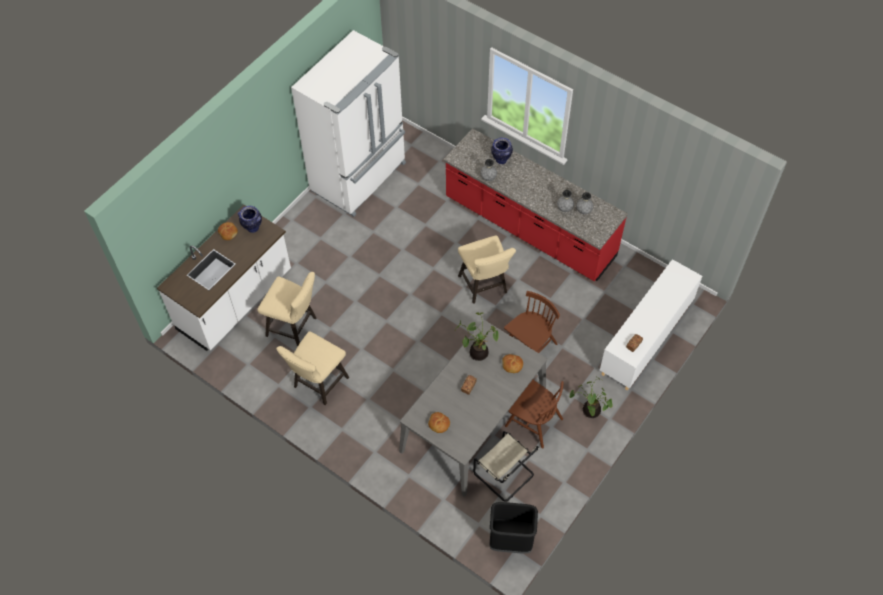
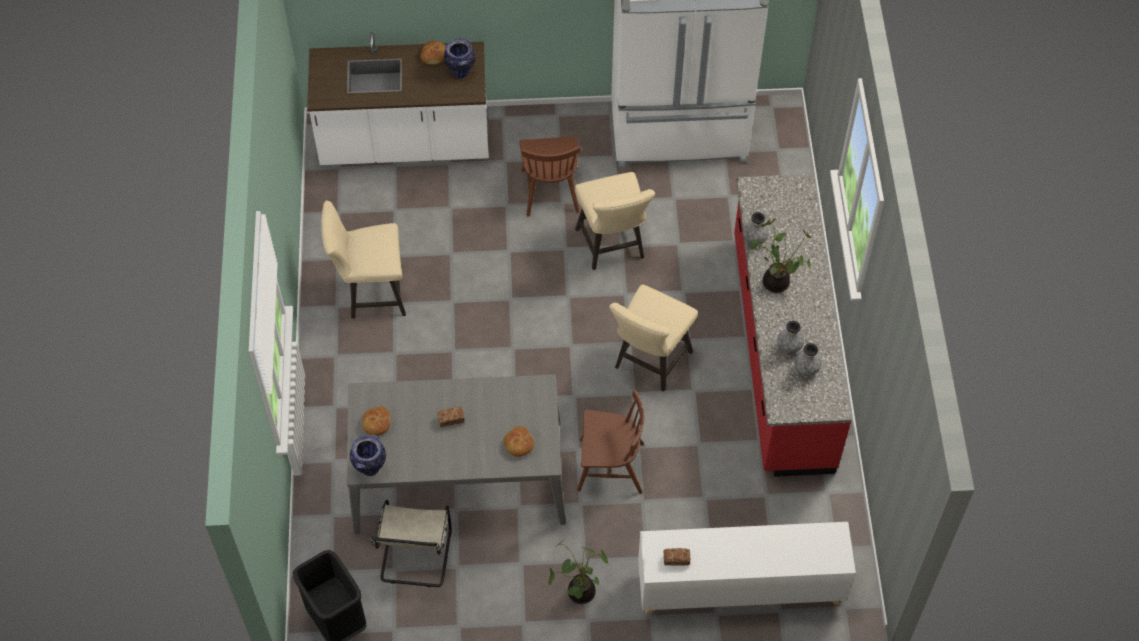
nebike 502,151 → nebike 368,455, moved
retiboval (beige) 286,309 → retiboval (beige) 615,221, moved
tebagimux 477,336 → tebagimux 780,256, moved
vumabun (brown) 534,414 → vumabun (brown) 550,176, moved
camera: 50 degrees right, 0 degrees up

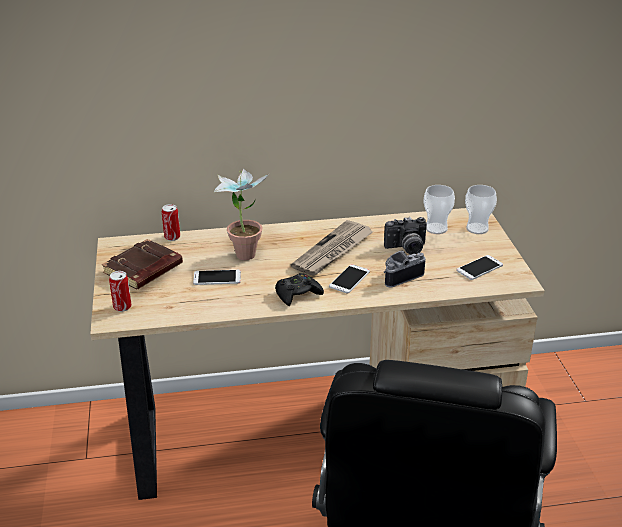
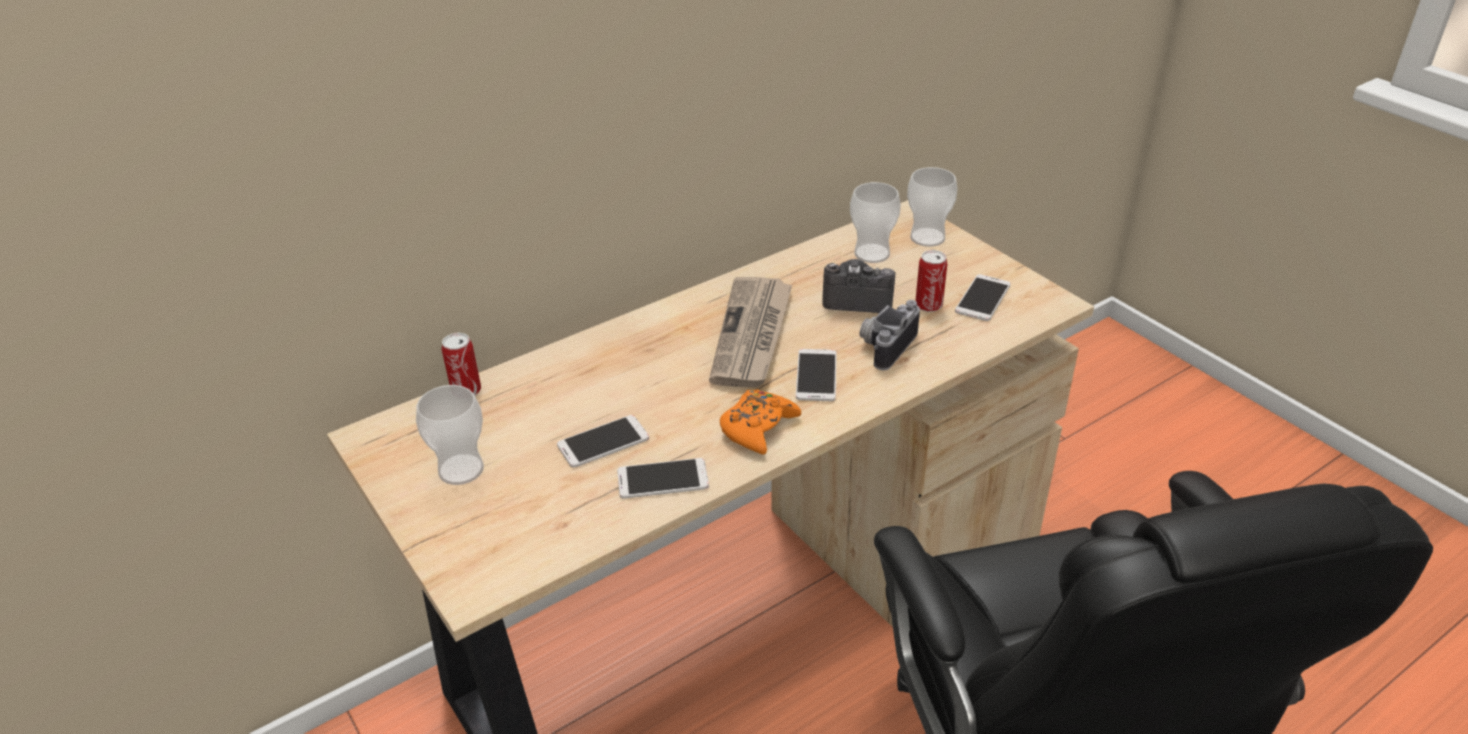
tebagimux 241,214 → -
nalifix 405,235 → nalifix 858,286, 135 degrees counterclockwise
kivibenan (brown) 142,264 → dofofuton 450,435
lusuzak 120,291 → lusuzak 931,281, moved
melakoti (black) 299,289 → melakoti (orange) 760,422
- → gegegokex 663,478
camera: 25 degrees left, 5 degrees up

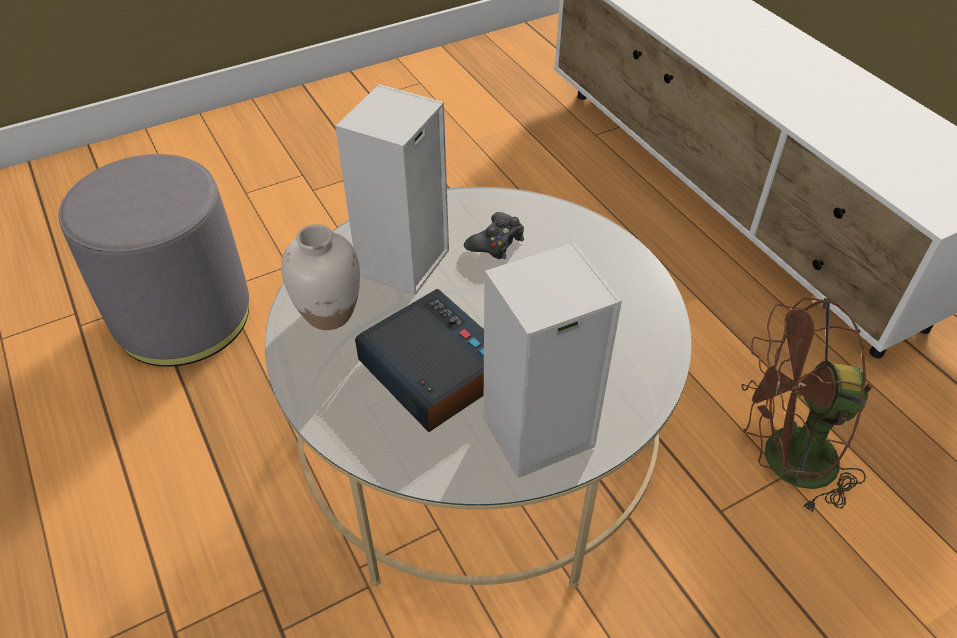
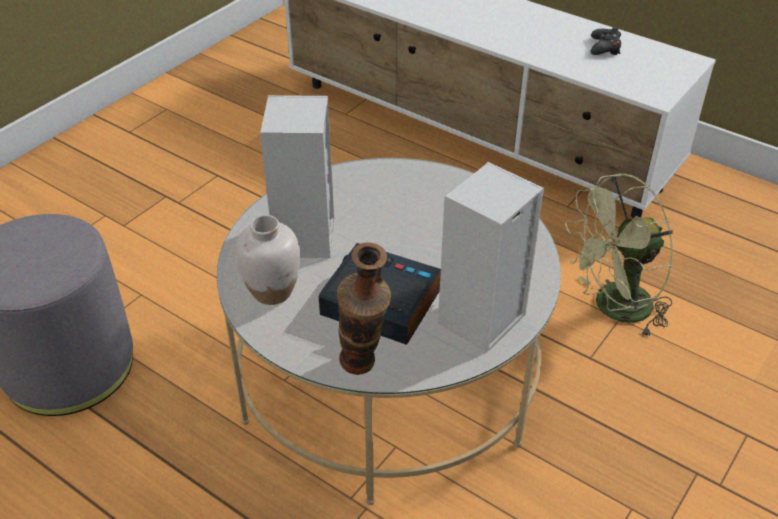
melakoti (black) 494,235 → melakoti (black) 605,41, moved
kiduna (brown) 807,406 → kiduna (green) 619,255
- → nebike 364,308
camera: 25 degrees left, 5 degrees down

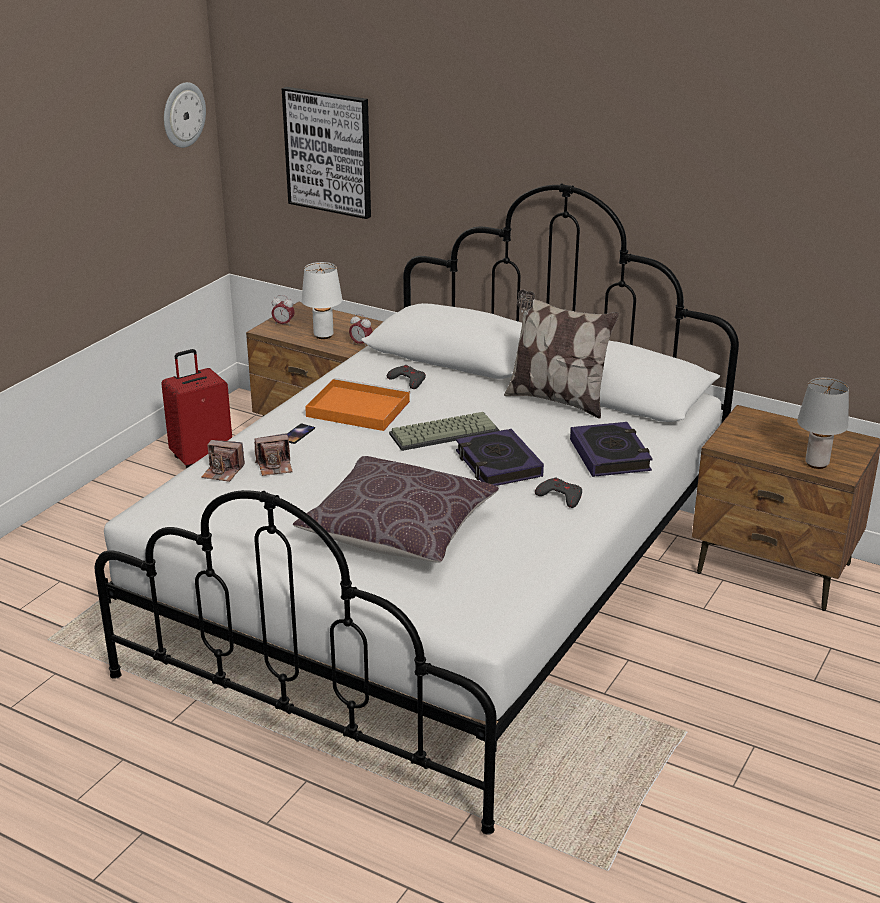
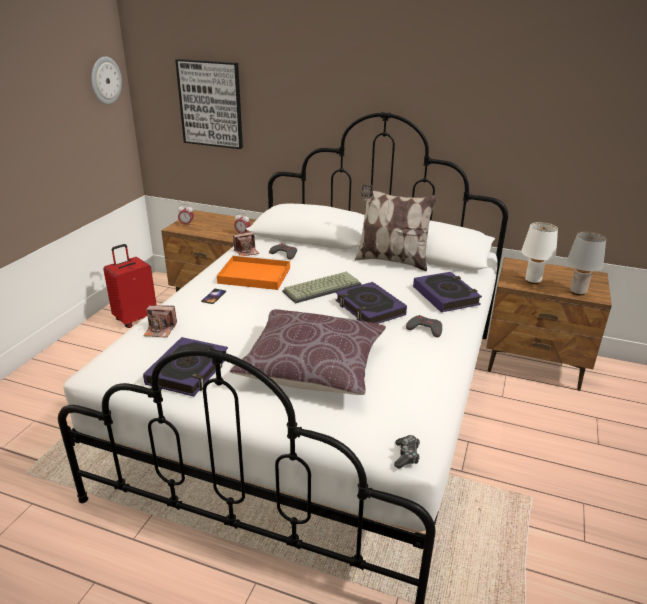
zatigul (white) 322,300 → zatigul (white) 539,253, moved
nalifix 273,454 → nalifix 246,243, moved
- → kivibenan 185,367
- → melakoti 407,452
camera: 10 degrees left, 0 degrees up

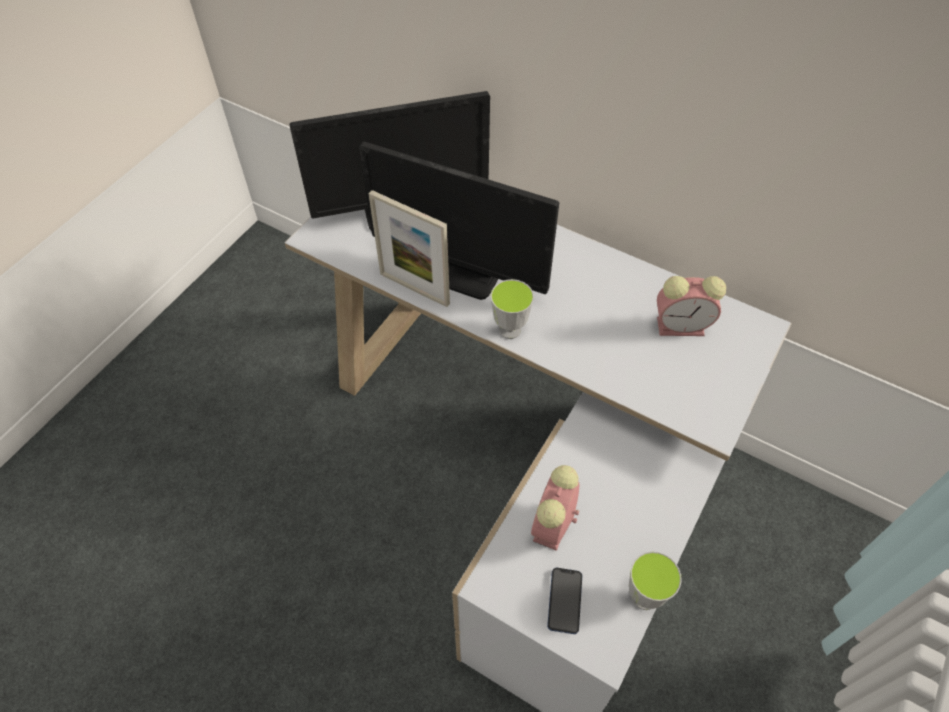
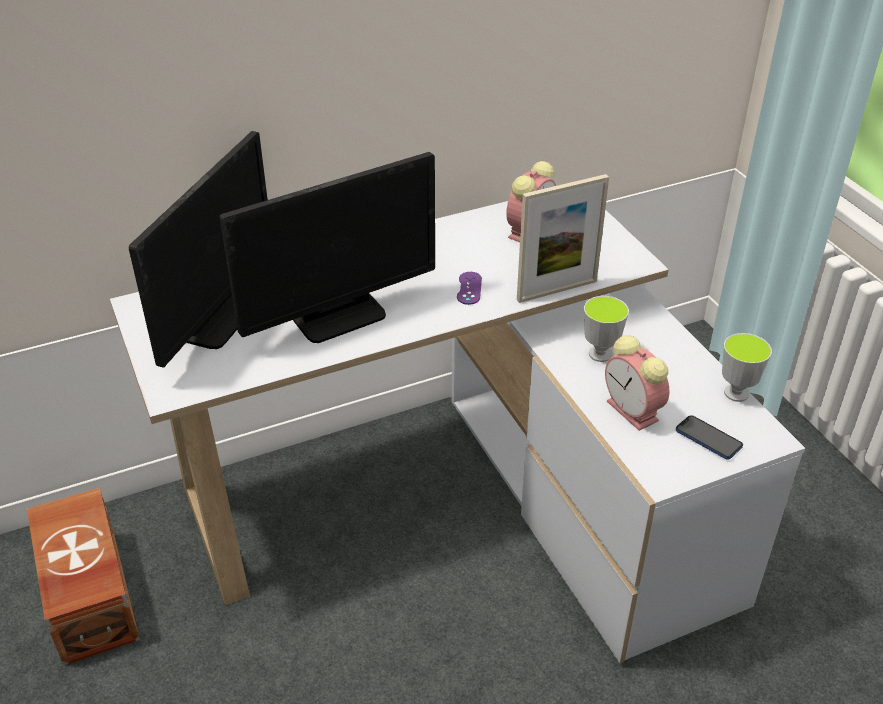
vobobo 409,248 → vobobo 563,238, moved
dofofuton 512,309 → dofofuton 606,329, moved
- → melakoti (purple) 469,288
- → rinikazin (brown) 83,576
camera: 55 degrees left, 15 degrees down

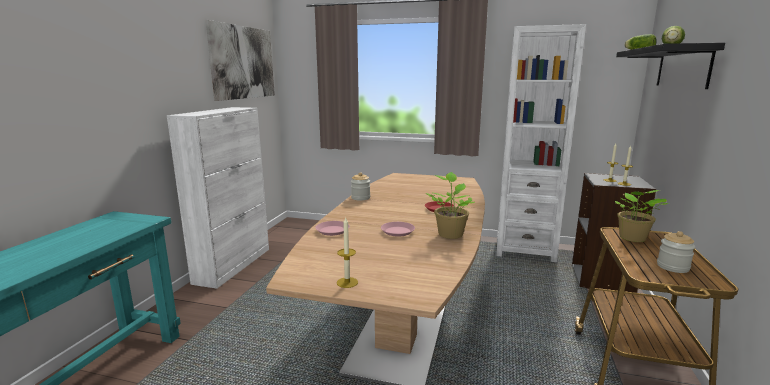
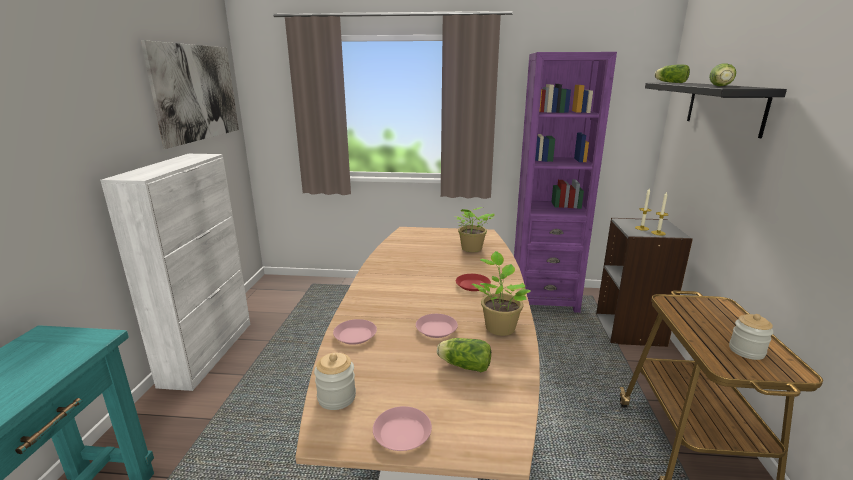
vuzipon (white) 541,143 → vuzipon (purple) 565,182
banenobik 360,186 → banenobik 335,381, moved
tebagimux 642,216 → tebagimux 475,229, moved
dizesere 347,253 → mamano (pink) 402,428
- → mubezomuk 464,355
camera: 10 degrees left, 5 degrees up

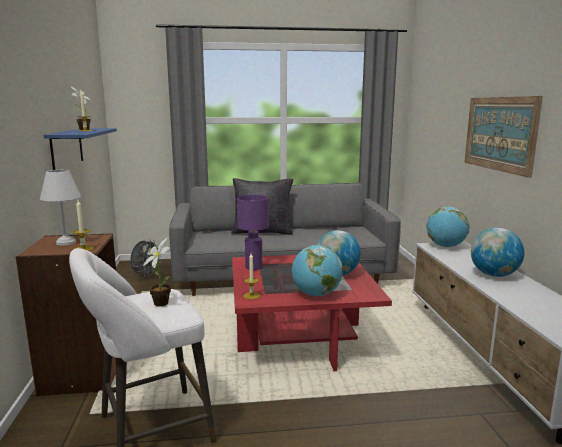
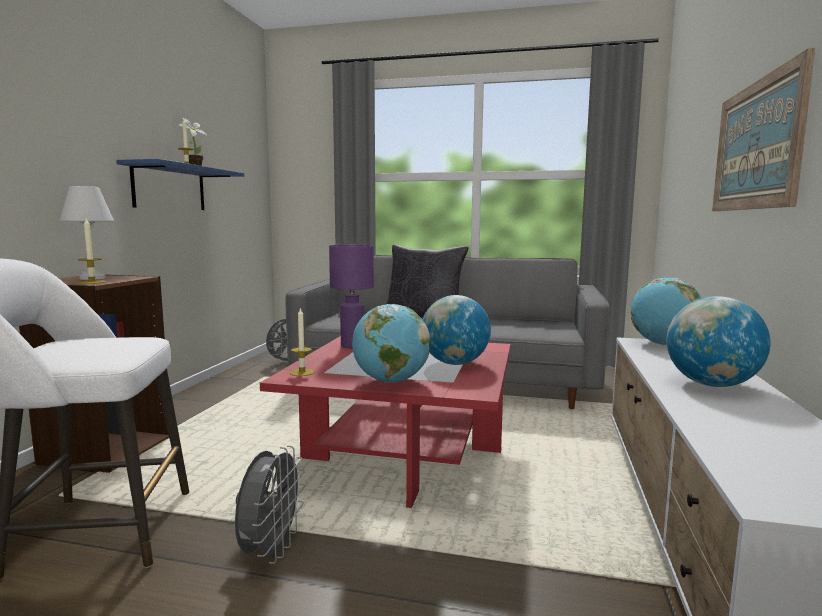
tebagimux 157,272 → -
- → kiduna (grey) 270,505
camera: 20 degrees right, 5 degrees down

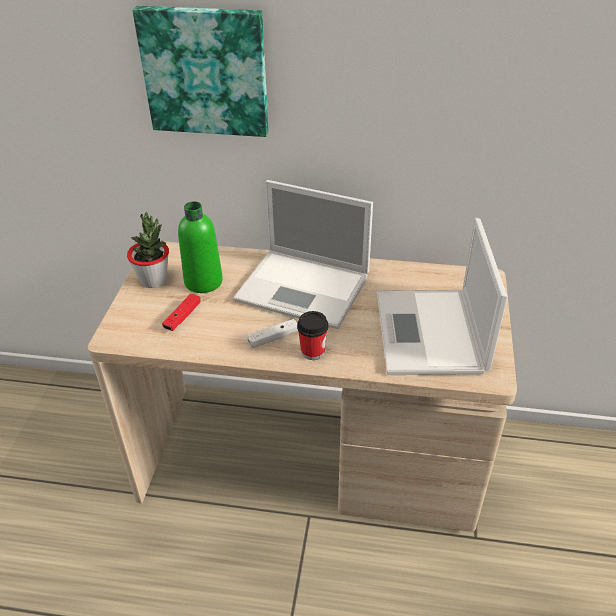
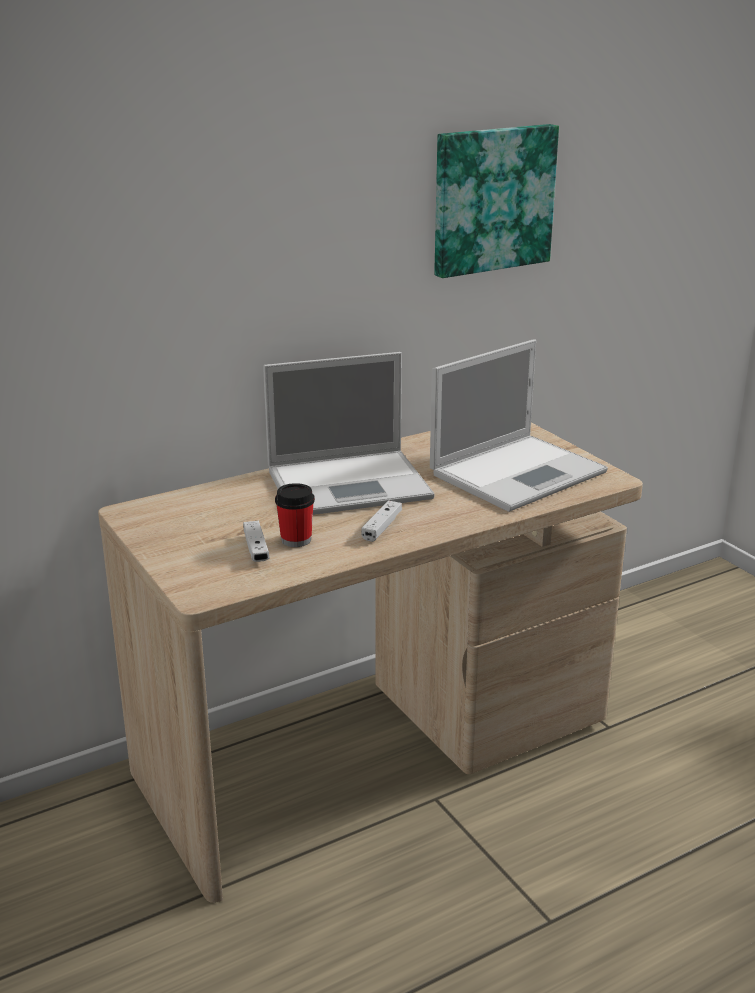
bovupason 201,71 → bovupason 496,201, moved
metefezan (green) 200,247 → -
tebagimux 148,250 → -
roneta 442,296 → roneta 519,425, 90 degrees counterclockwise
melakoti (red) 181,312 → melakoti (white) 256,541
dofofuton 312,335 → dofofuton 295,515, moved
camera: 40 degrees left, 15 degrees down

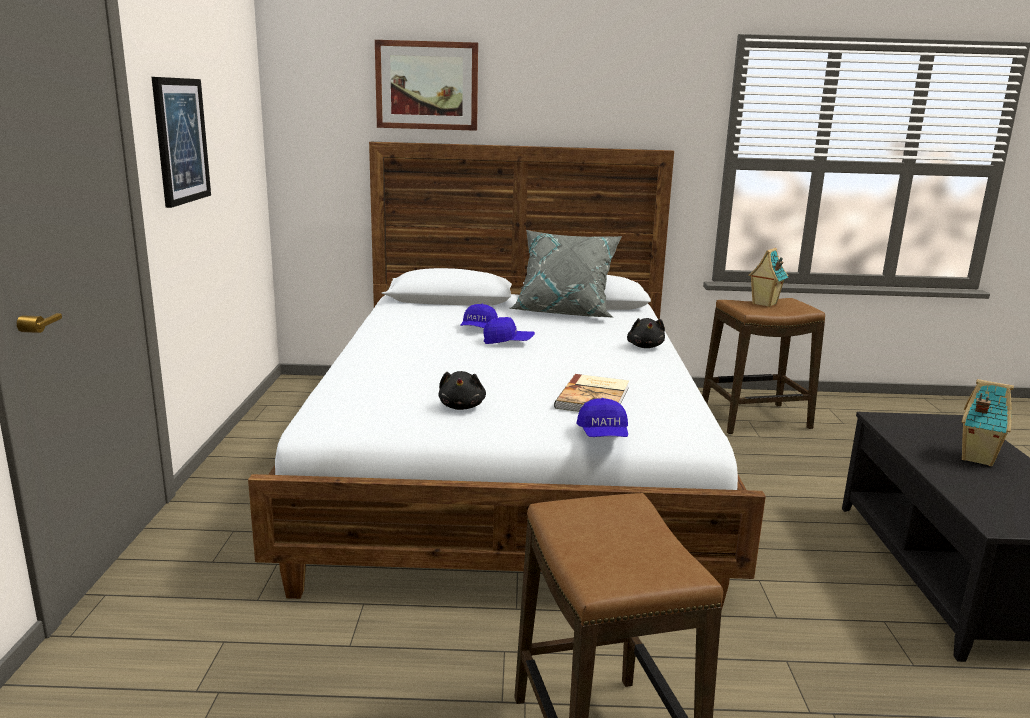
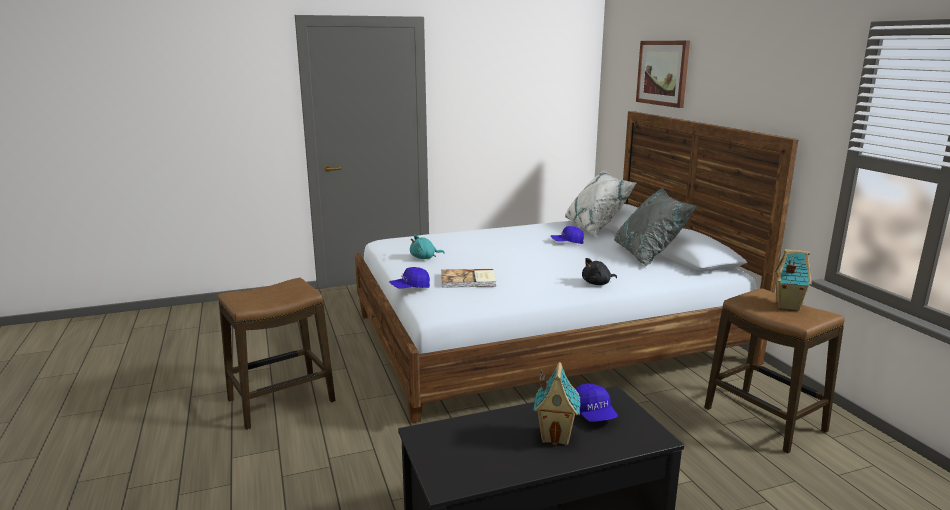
bovupason 181,142 → -
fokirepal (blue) 509,330 → fokirepal (blue) 596,403, moved
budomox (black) 462,390 → budomox (turquoise) 427,247
- → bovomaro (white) 600,202
camera: 70 degrees right, 0 degrees up

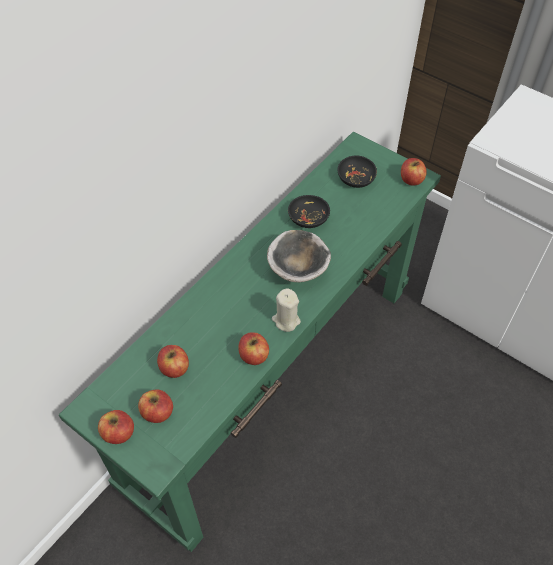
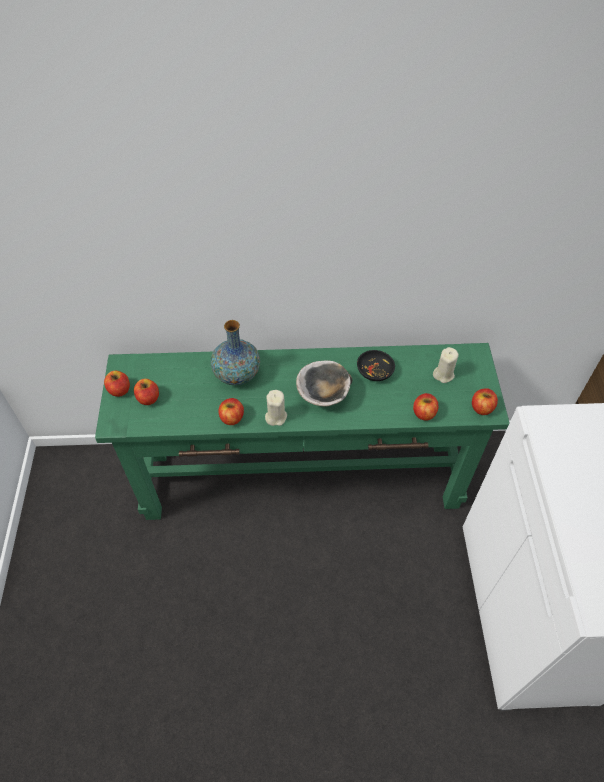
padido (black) 357,172 → dizesere (beige) 446,365
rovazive 173,361 → rovazive 426,407, moved
- → nebike 235,352
camera: 50 degrees right, 0 degrees up

